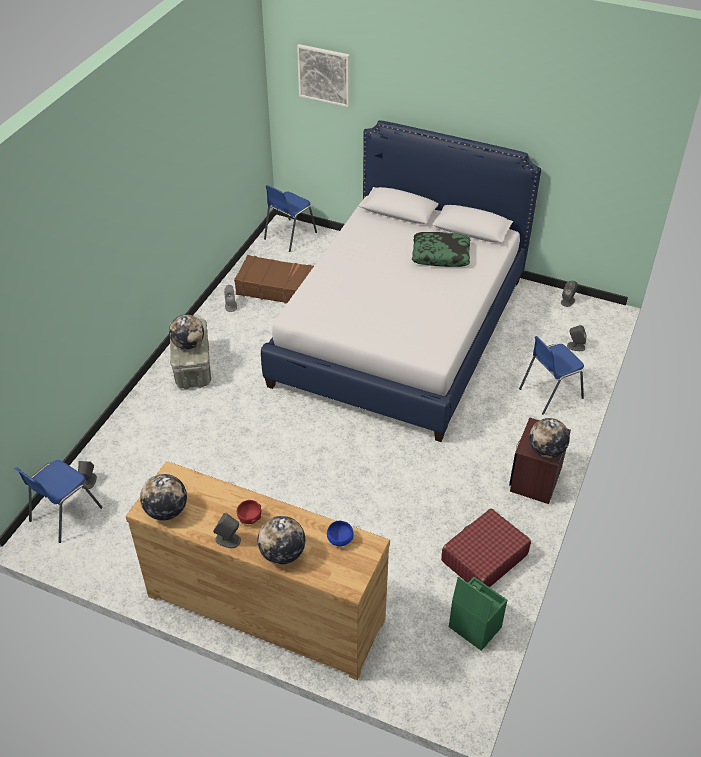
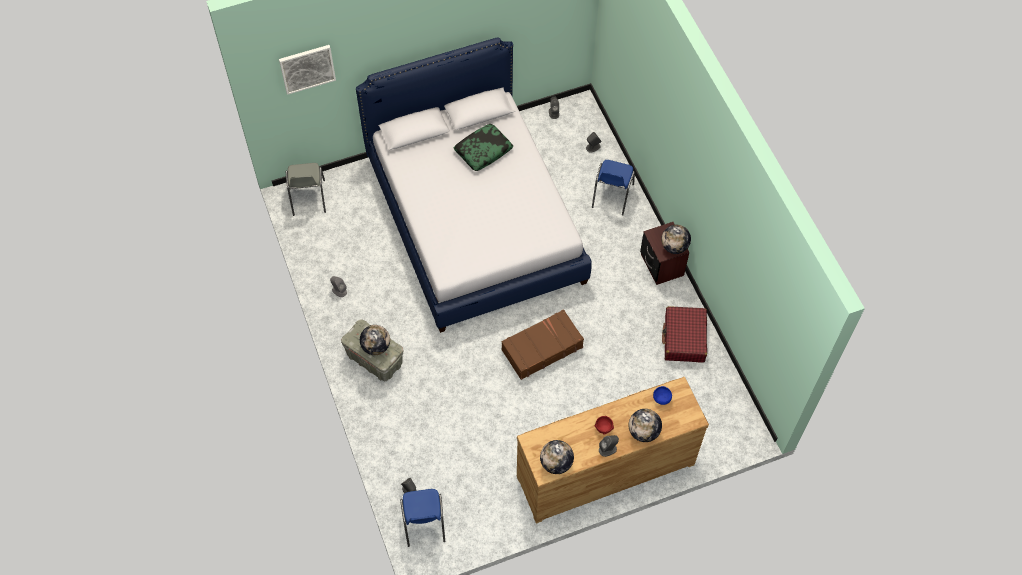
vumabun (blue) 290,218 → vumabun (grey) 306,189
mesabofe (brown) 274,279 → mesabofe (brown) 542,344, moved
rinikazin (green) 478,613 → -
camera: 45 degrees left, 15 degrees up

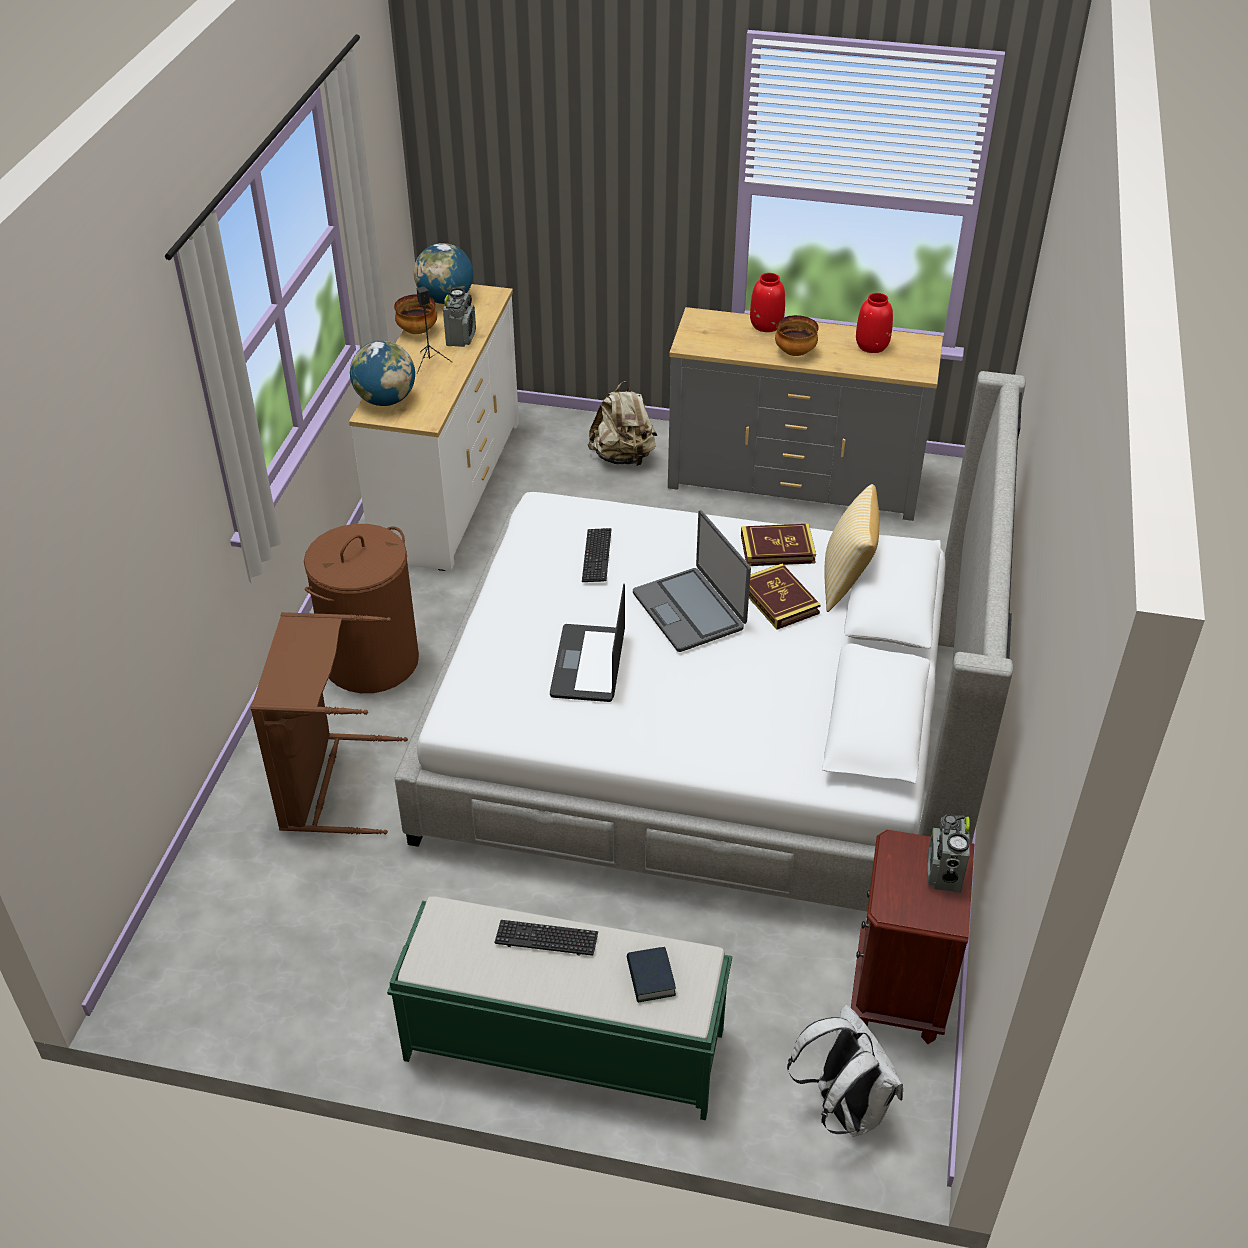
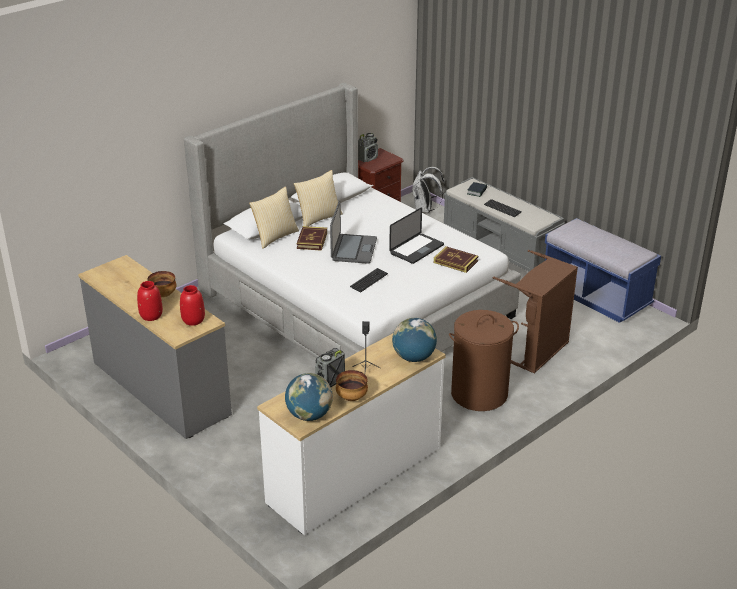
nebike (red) 874,323 → nebike (red) 192,305, moved
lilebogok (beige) 622,423 → -
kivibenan 778,545 → kivibenan 456,259, moved
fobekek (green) 559,1008 → fobekek (grey) 504,224
- → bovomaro 318,198
- → fobekek (blue) 603,270
camera: 145 degrees left, 10 degrees down

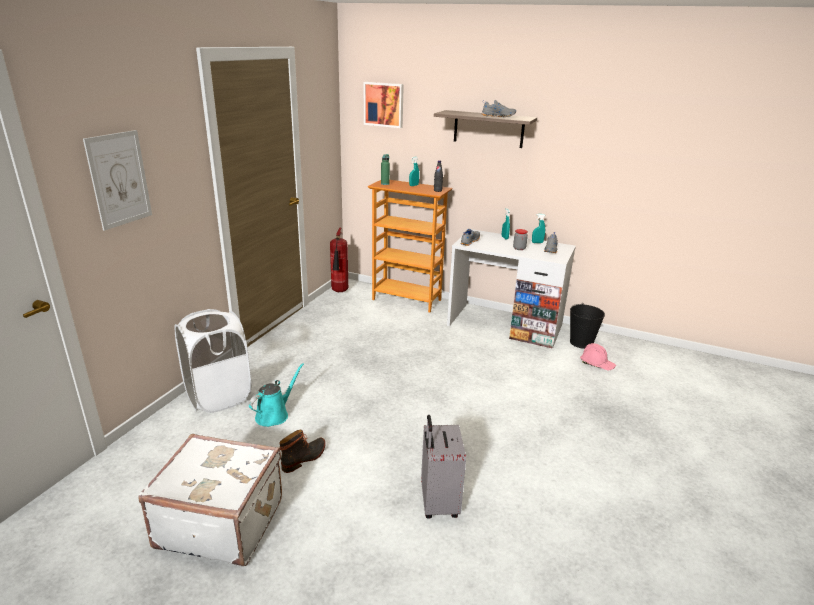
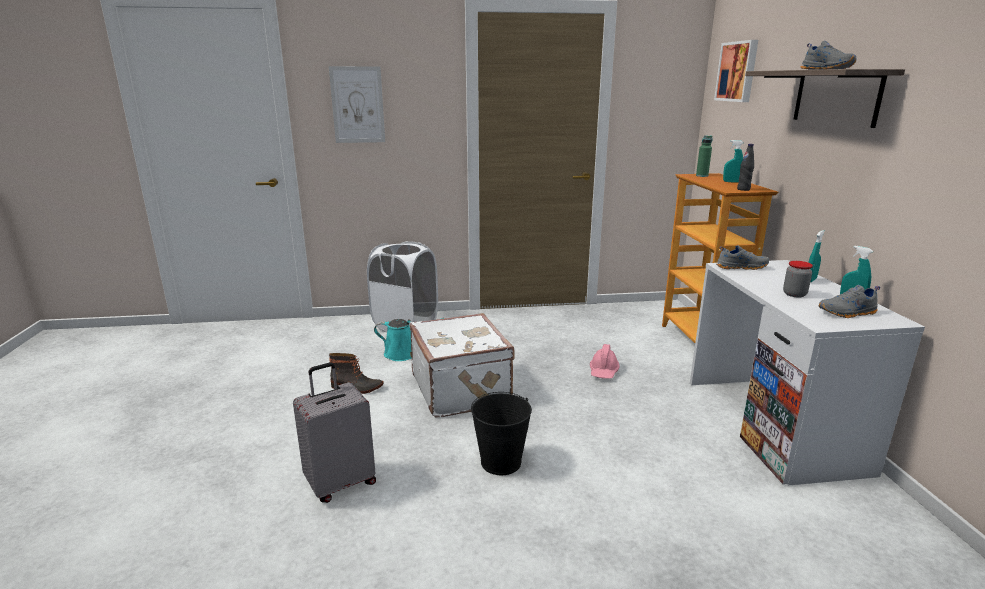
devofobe 339,260 → -
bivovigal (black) 587,326 → bivovigal (black) 501,433, moved
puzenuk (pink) 598,356 → puzenuk (pink) 604,361, moved
mesabofe (white) 210,500 → mesabofe (white) 462,365, moved
camera: 60 degrees right, 5 degrees down

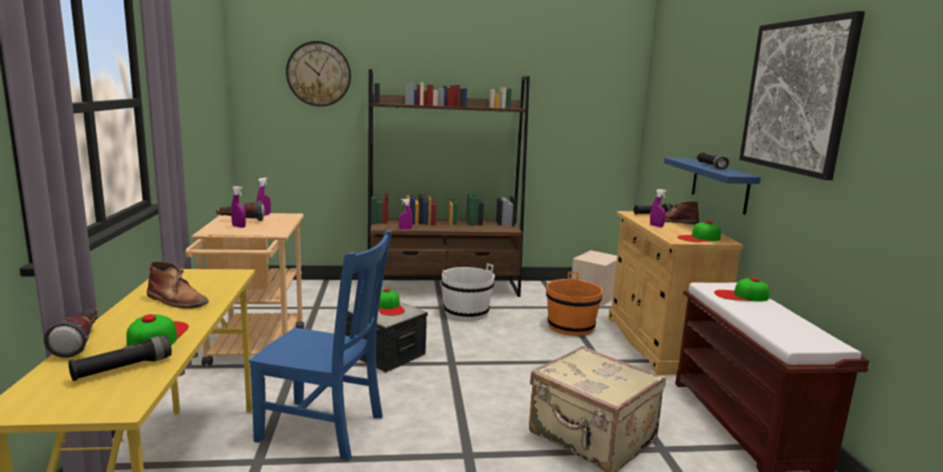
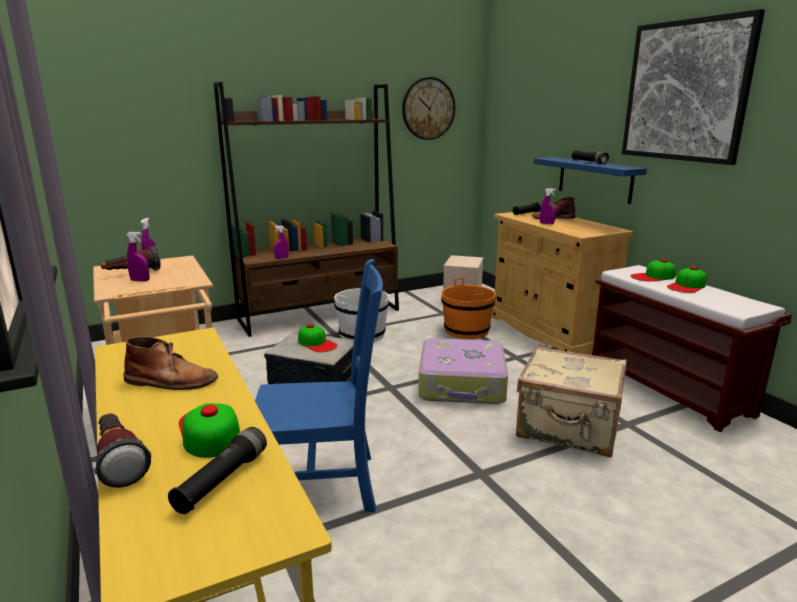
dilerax 318,74 → dilerax 428,108, moved
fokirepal 699,231 → fokirepal 687,279, moved
- → mesabofe 463,371
camera: 20 degrees left, 5 degrees up

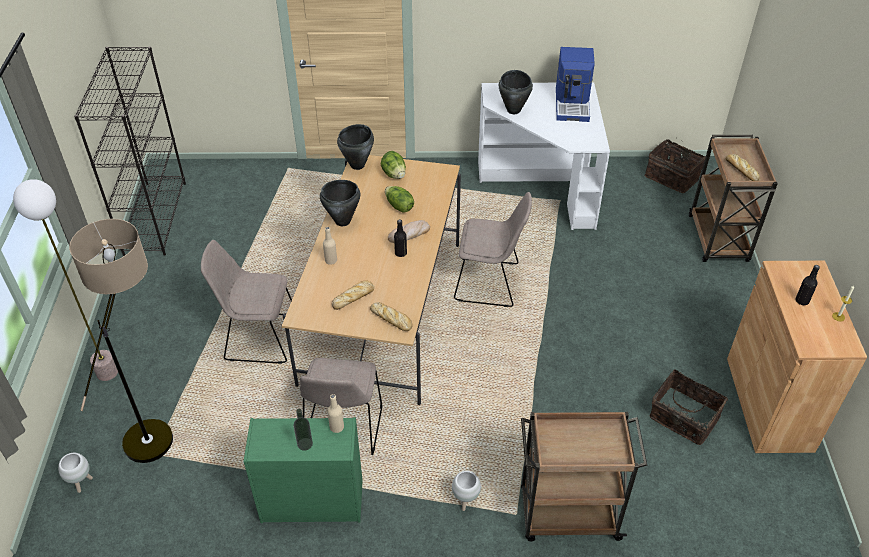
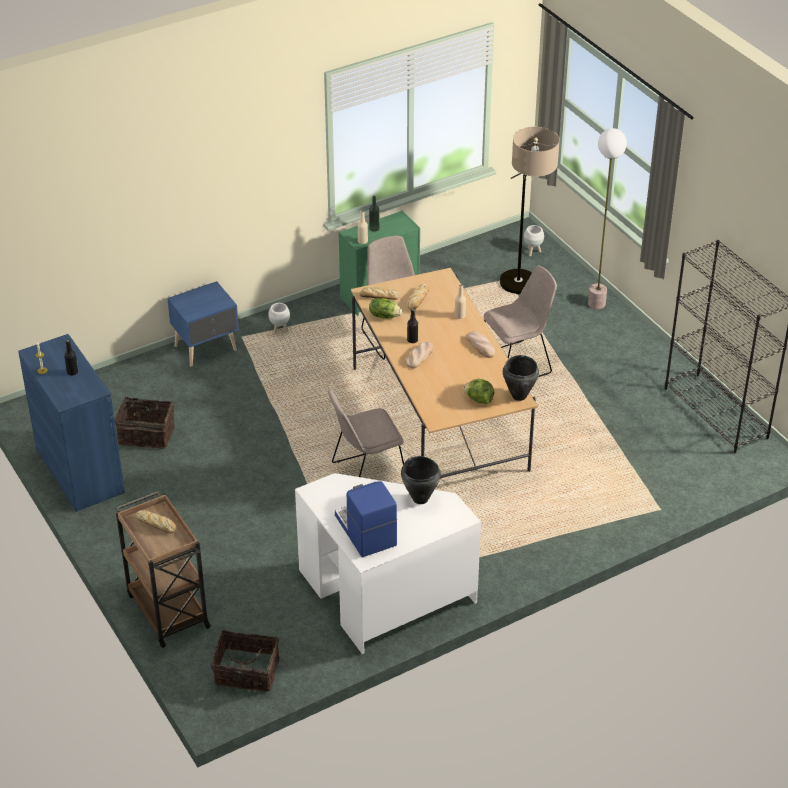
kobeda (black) 340,203 → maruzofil 480,344
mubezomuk 399,199 → mubezomuk 385,308, moved
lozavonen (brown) 797,357 → lozavonen (blue) 71,423
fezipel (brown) 584,476 → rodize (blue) 203,324
camera: 150 degrees right, 5 degrees down

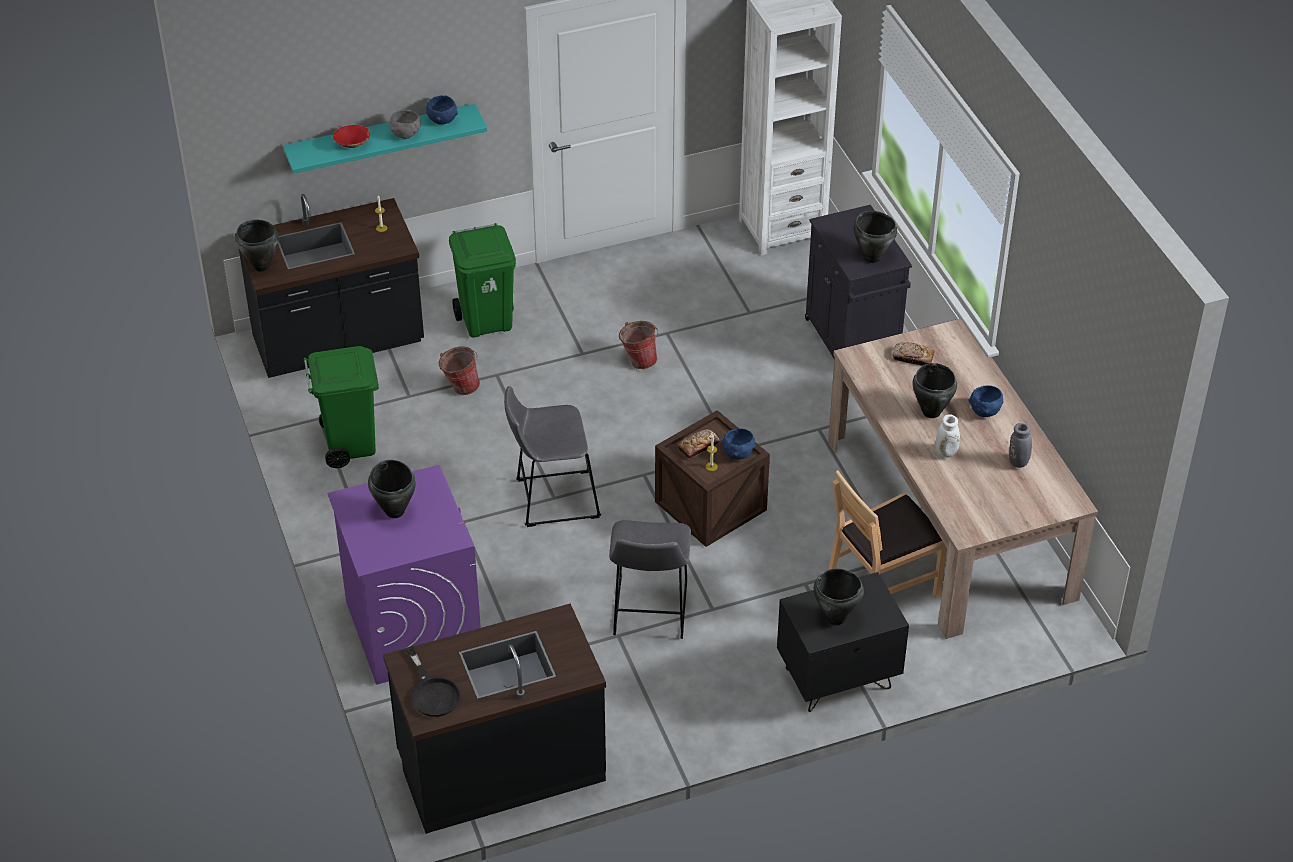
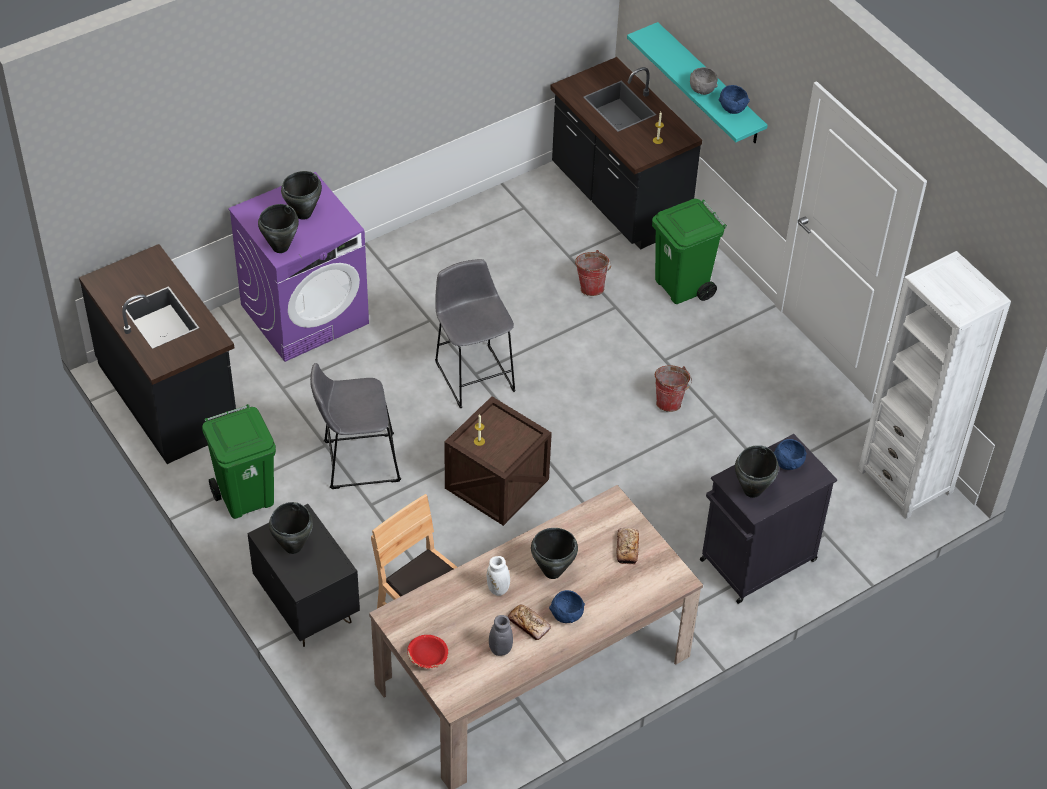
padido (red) 352,136 → padido (red) 427,651, moved
kobeda (black) 257,245 → kobeda (black) 278,228, moved
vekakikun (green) 341,407 → vekakikun (green) 239,461, moved
padido (blue) 738,444 → padido (blue) 790,454, moved
maruzofil 698,444 → maruzofil 529,622, moved
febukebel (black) 433,681 → -
camera: 75 degrees right, 5 degrees up

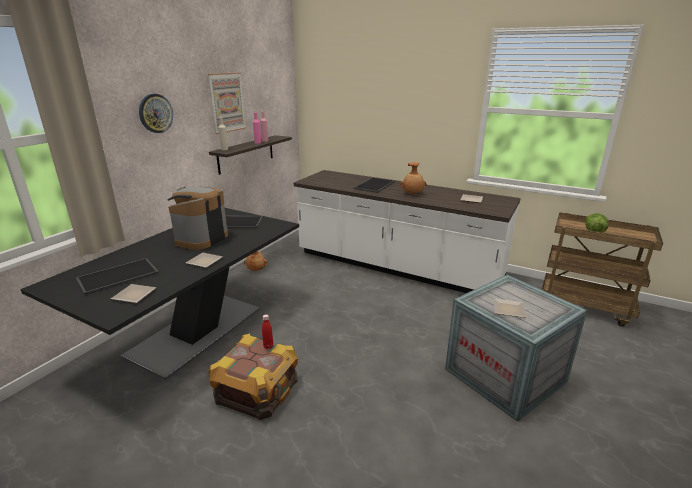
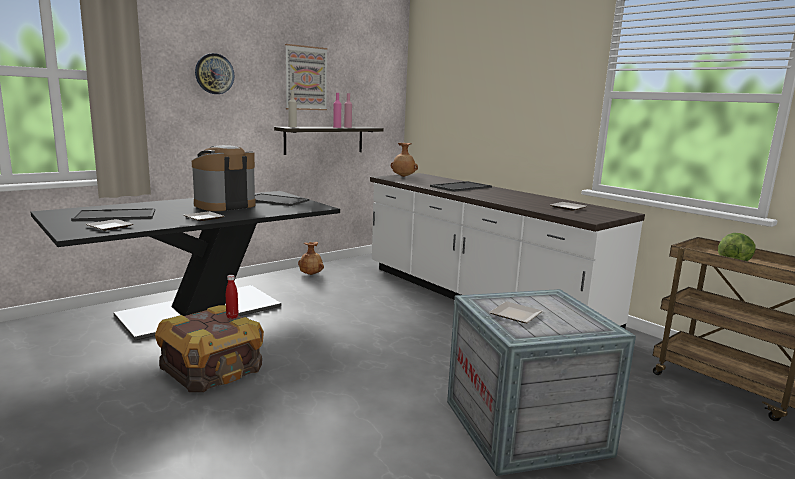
nebike (brown) 413,178 → nebike (brown) 404,160, moved
camera: 20 degrees right, 10 degrees down

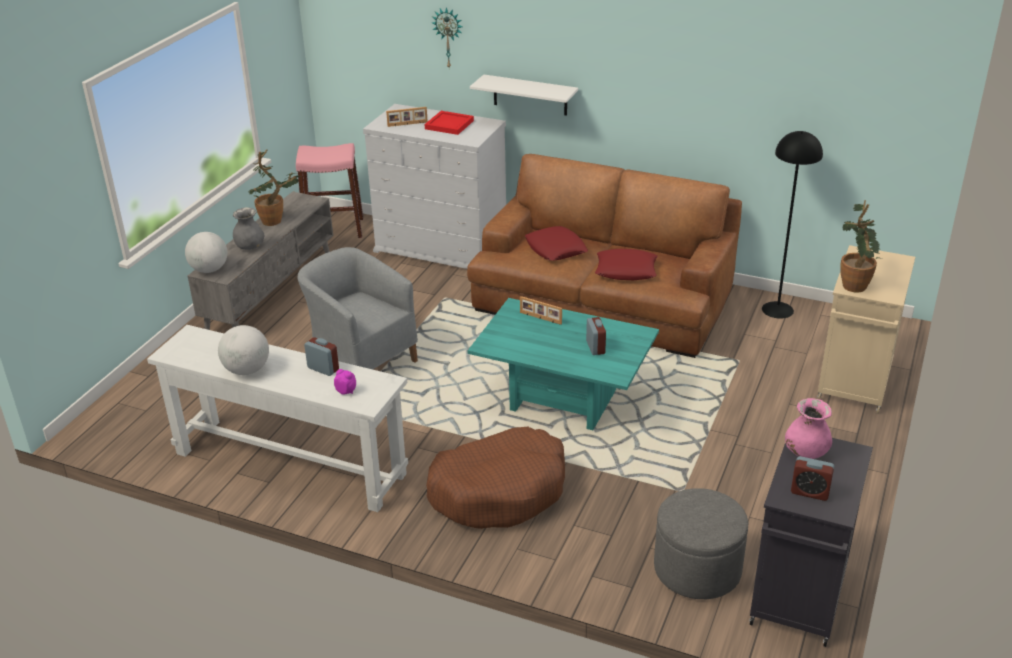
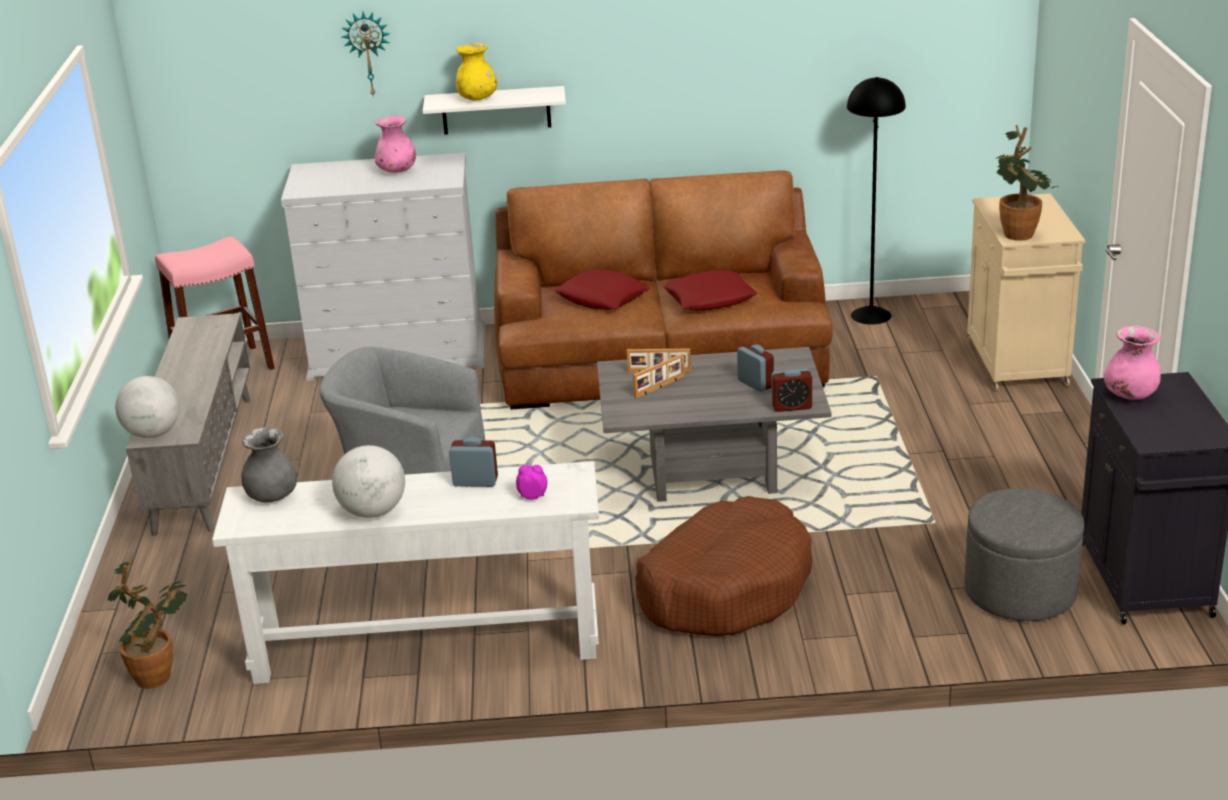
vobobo 407,117 → vobobo 659,376, moved
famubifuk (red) 449,123 → nebike (pink) 395,144
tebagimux 275,187 → tebagimux 147,623, moved
nebike (grey) 249,228 → nebike (grey) 269,465, moved
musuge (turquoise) 563,364 → musuge (grey) 714,424
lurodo 812,478 → lurodo 791,390, moved
- → nebike (yellow) 476,72
camera: 25 degrees left, 5 degrees down

